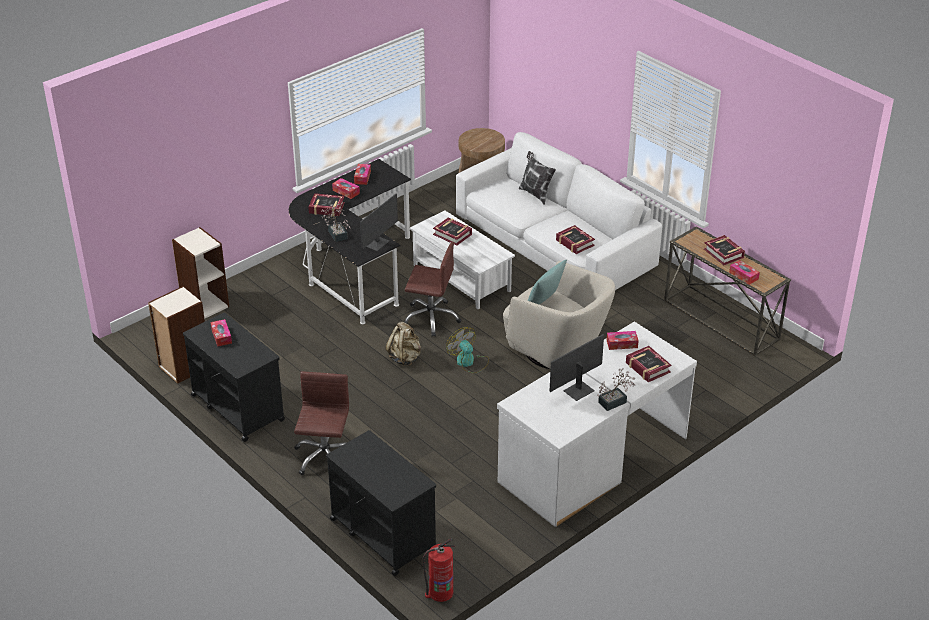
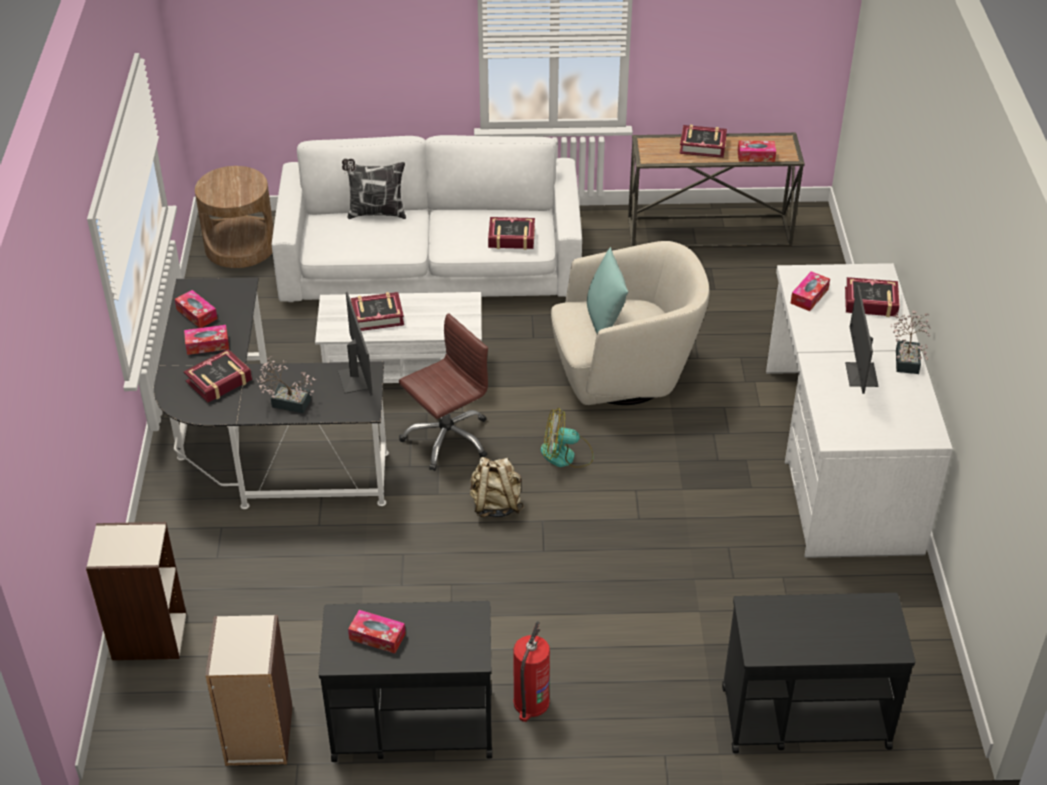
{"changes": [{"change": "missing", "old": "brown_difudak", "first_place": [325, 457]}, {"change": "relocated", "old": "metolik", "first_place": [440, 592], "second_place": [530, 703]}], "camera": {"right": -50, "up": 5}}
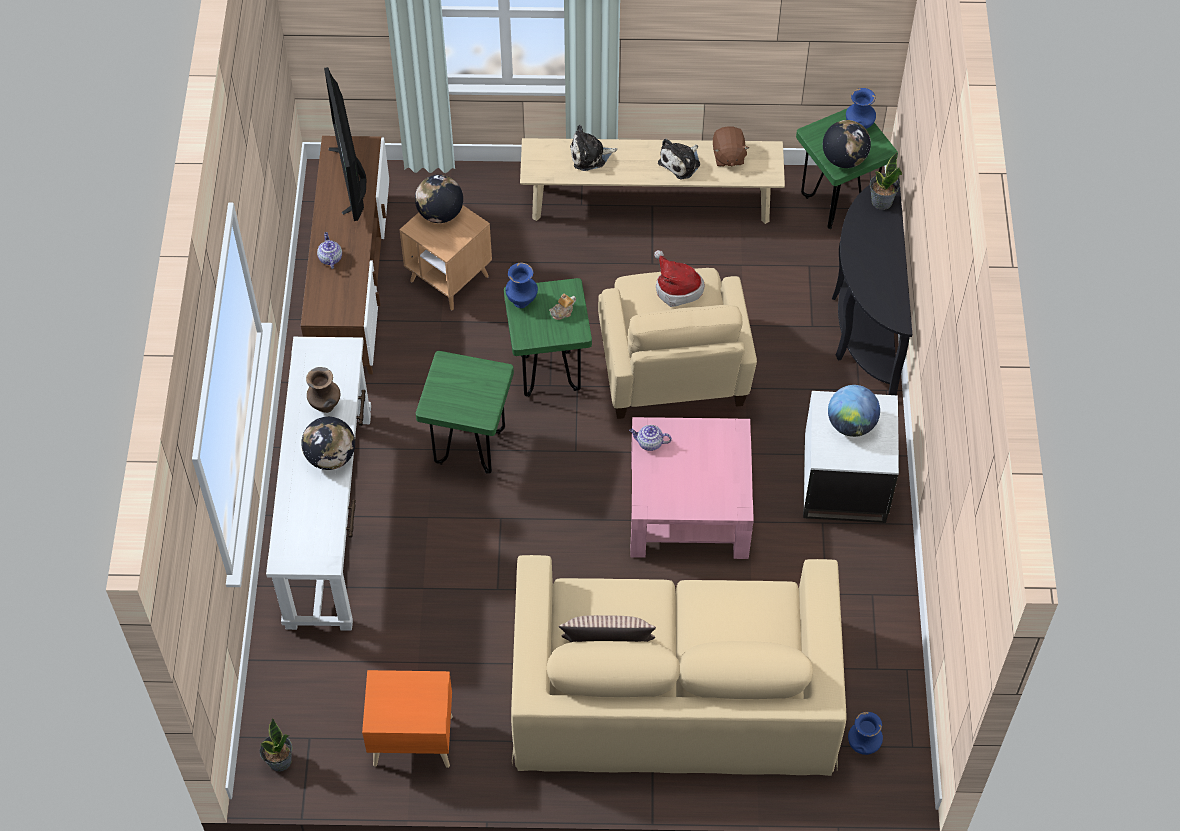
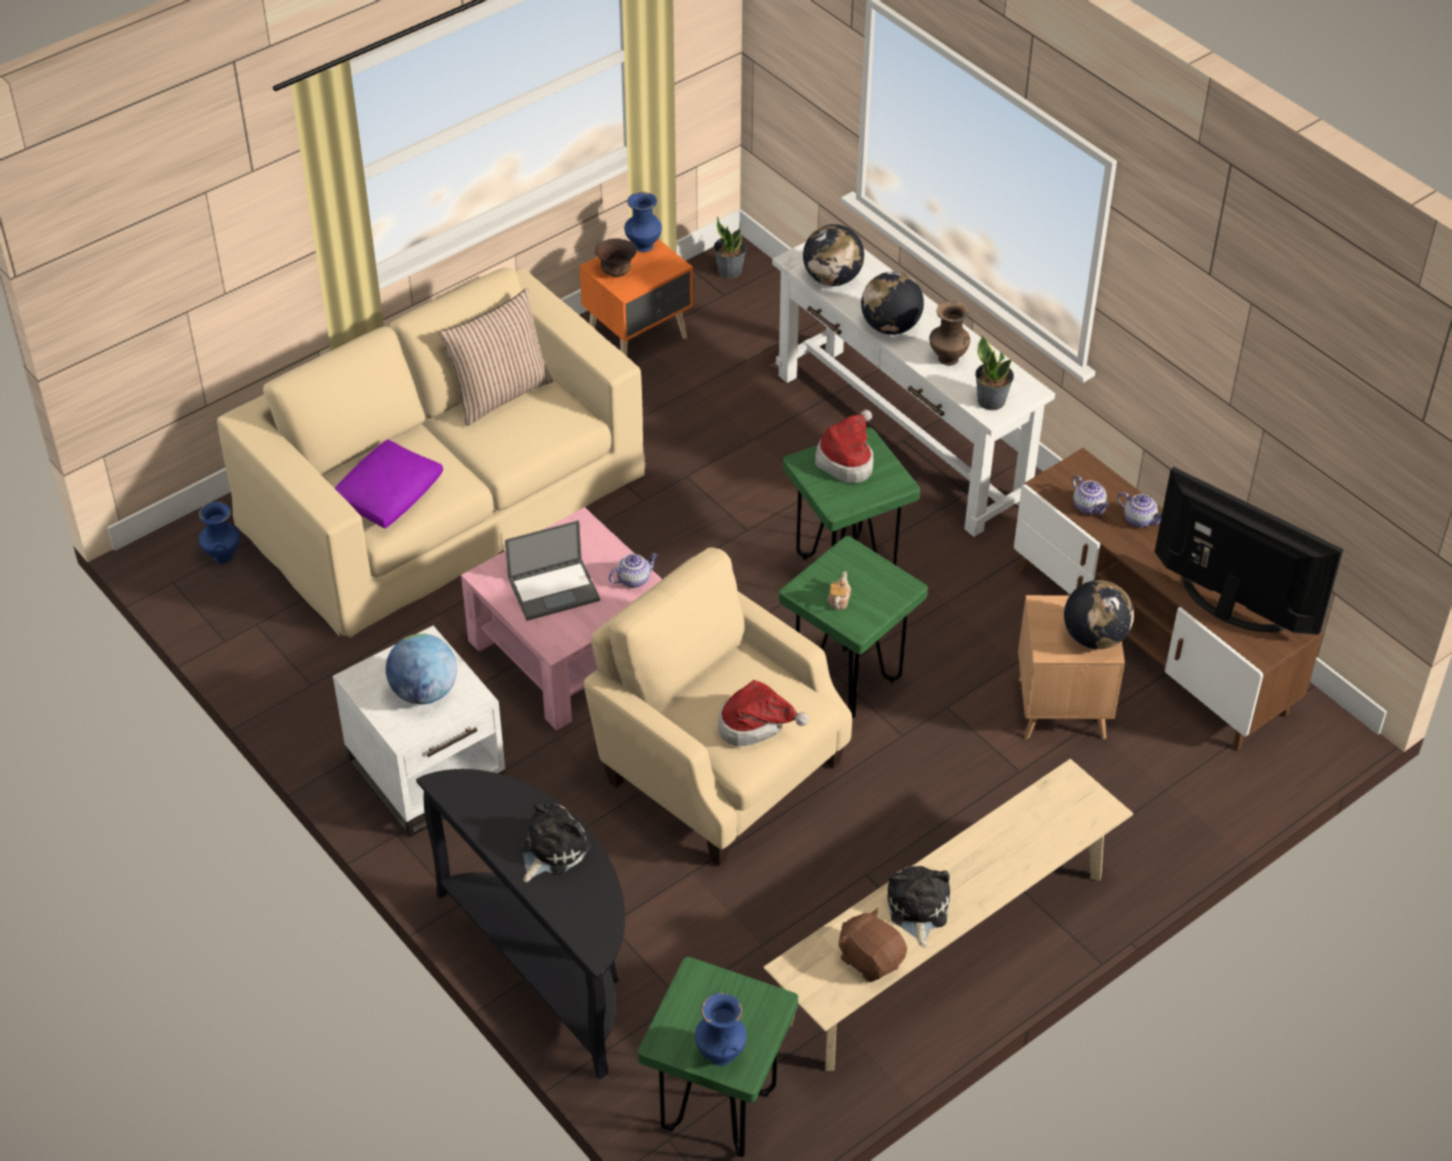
{"changes": [{"change": "relocated", "old": "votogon", "first_place": [844, 159], "second_place": [832, 279]}, {"change": "relocated", "old": "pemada", "first_place": [590, 156], "second_place": [551, 850]}, {"change": "relocated", "old": "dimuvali", "first_place": [881, 201], "second_place": [991, 400]}, {"change": "relocated", "old": "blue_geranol", "first_place": [522, 301], "second_place": [643, 246]}, {"change": "appeared", "new": "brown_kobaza", "second_place": [616, 272]}, {"change": "appeared", "new": "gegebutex", "second_place": [847, 459]}, {"change": "appeared", "new": "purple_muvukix", "second_place": [388, 494]}, {"change": "appeared", "new": "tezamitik", "second_place": [1089, 507]}, {"change": "appeared", "new": "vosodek", "second_place": [555, 589]}], "camera": {"right": 140, "up": -10}}
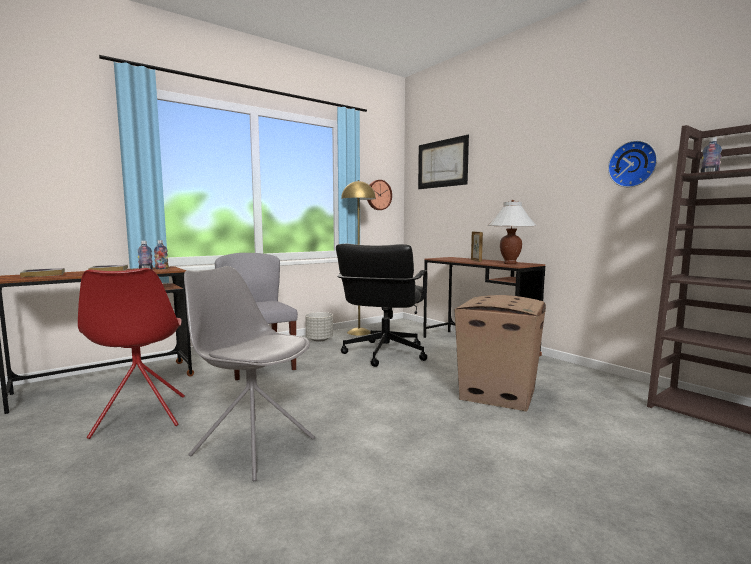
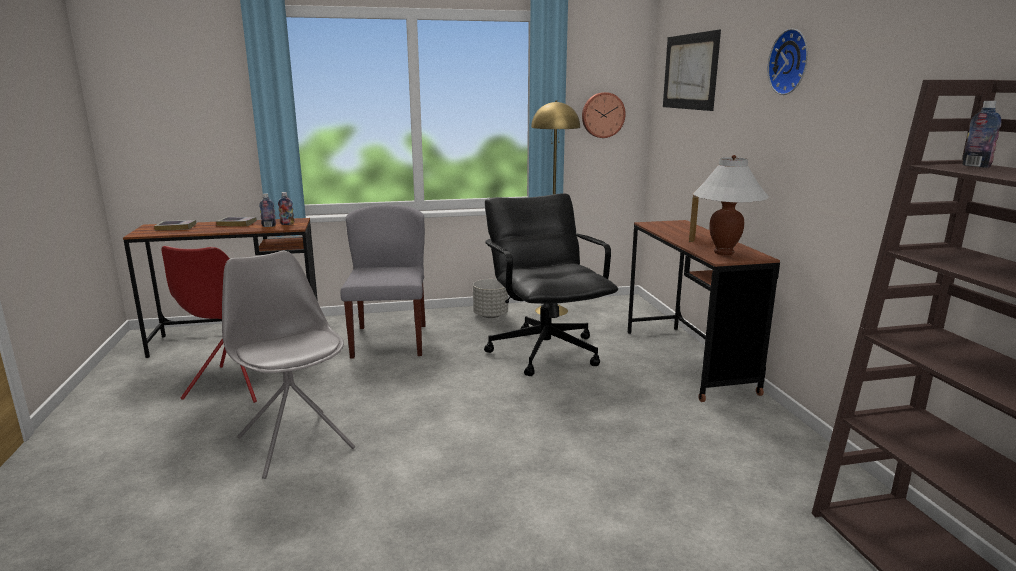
{"changes": [{"change": "relocated", "old": "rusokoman", "first_place": [633, 164], "second_place": [791, 62]}, {"change": "spun", "old": "black_difudak", "first_place": [384, 354], "second_place": [545, 351], "degrees": 120}, {"change": "missing", "old": "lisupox", "first_place": [498, 393]}], "camera": {"right": 25, "up": 10}}
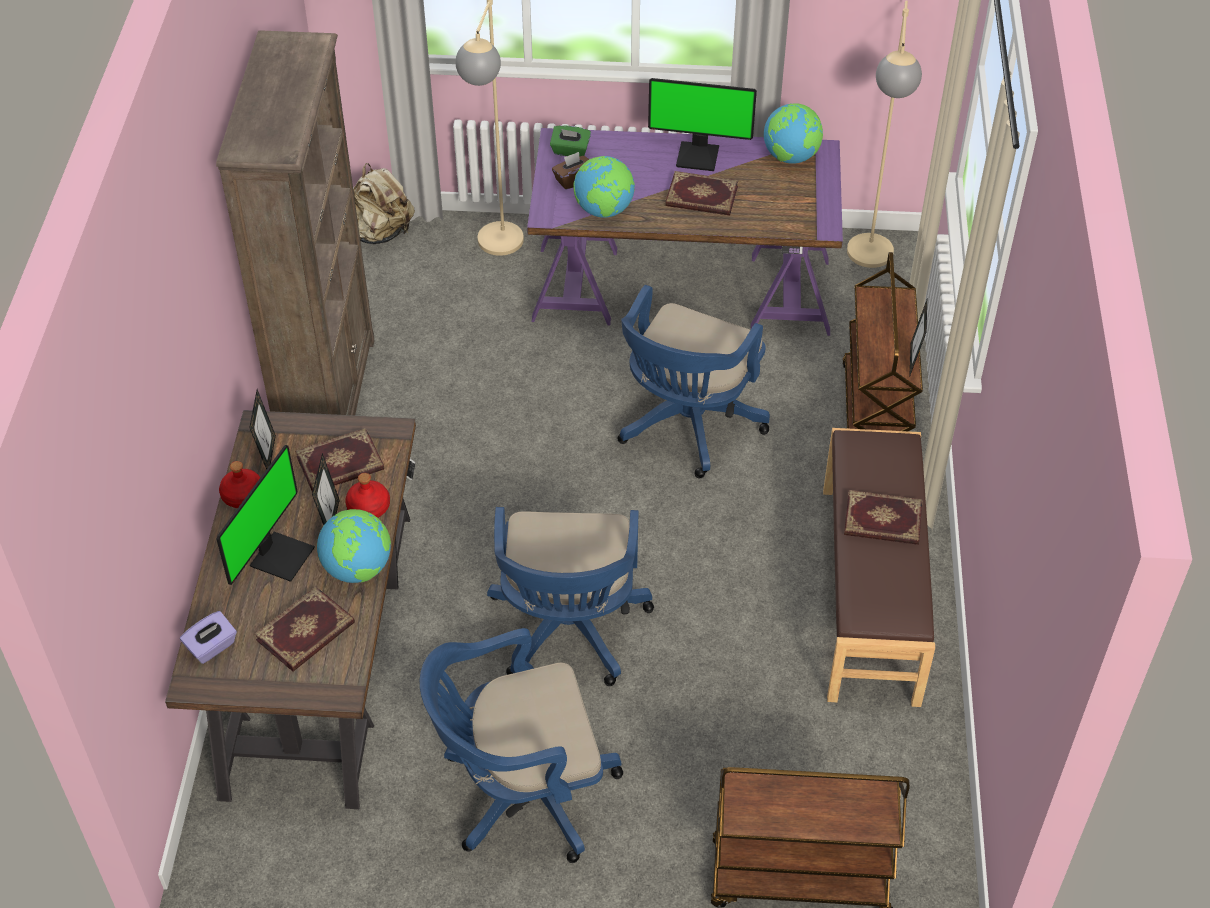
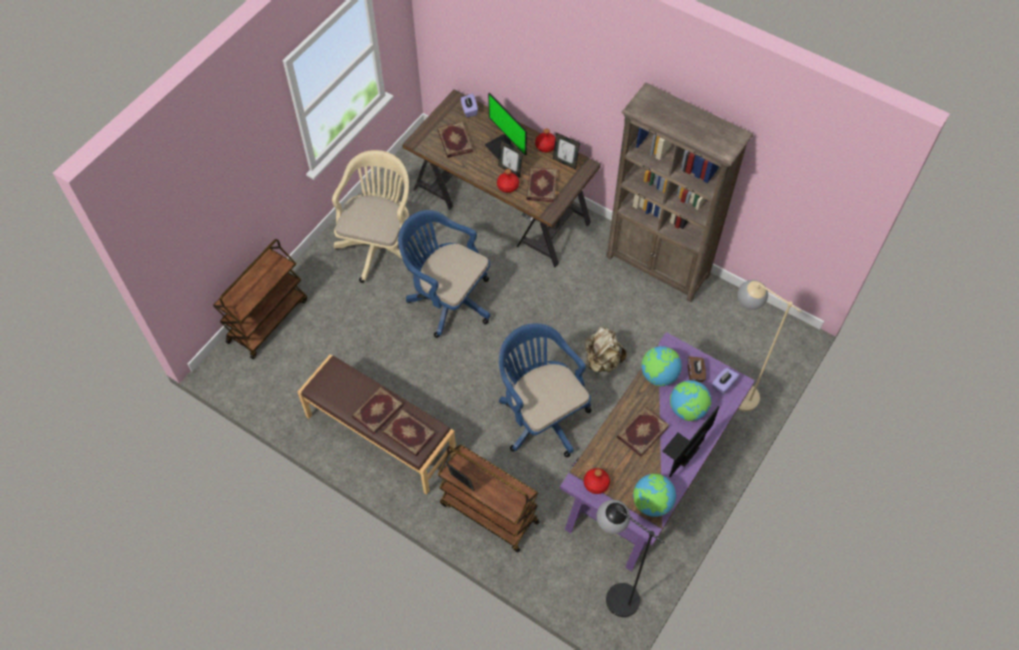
{"changes": [{"change": "colour", "old": "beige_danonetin", "new": "black_danonetin", "first_place": [869, 263], "second_place": [612, 593]}, {"change": "colour", "old": "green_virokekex", "new": "purple_virokekex", "first_place": [570, 151], "second_place": [723, 384]}, {"change": "relocated", "old": "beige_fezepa", "first_place": [380, 233], "second_place": [602, 360]}, {"change": "relocated", "old": "votogon", "first_place": [358, 568], "second_place": [687, 410]}, {"change": "colour", "old": "blue_difudak", "new": "beige_difudak", "first_place": [521, 793], "second_place": [380, 245]}, {"change": "appeared", "new": "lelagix", "second_place": [408, 434]}, {"change": "appeared", "new": "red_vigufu", "second_place": [596, 484]}], "camera": {"right": 120, "up": 10}}
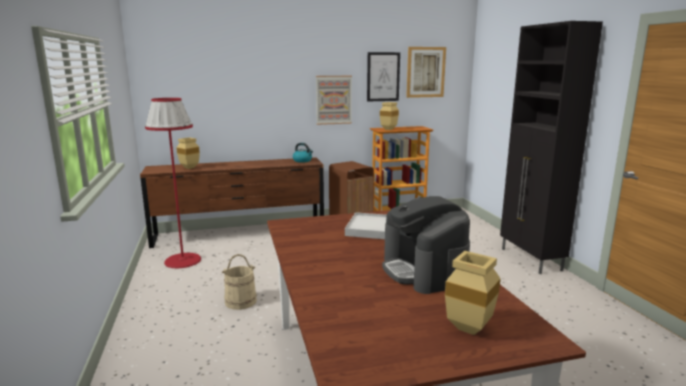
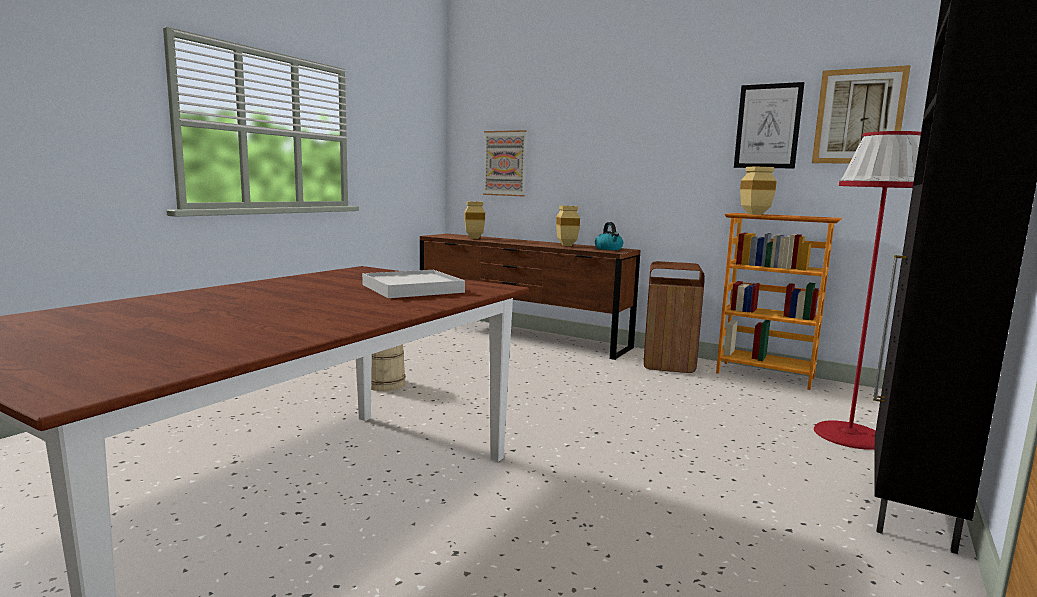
{"changes": [{"change": "relocated", "old": "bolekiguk", "first_place": [333, 100], "second_place": [505, 163]}, {"change": "relocated", "old": "red_danonetin", "first_place": [182, 260], "second_place": [848, 435]}, {"change": "missing", "old": "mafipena", "first_place": [424, 271]}, {"change": "relocated", "old": "beige_geranol", "first_place": [466, 329], "second_place": [565, 245]}], "camera": {"right": 45, "up": -5}}
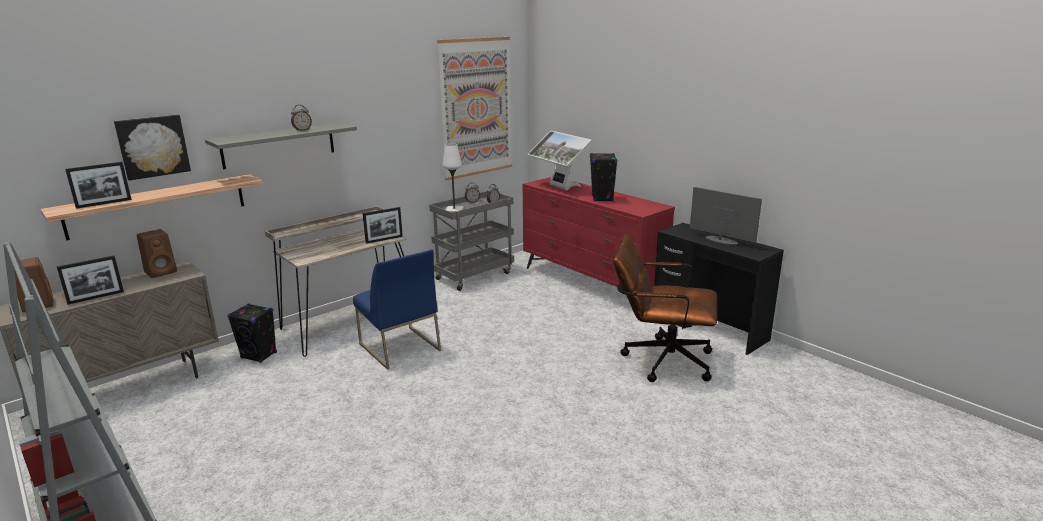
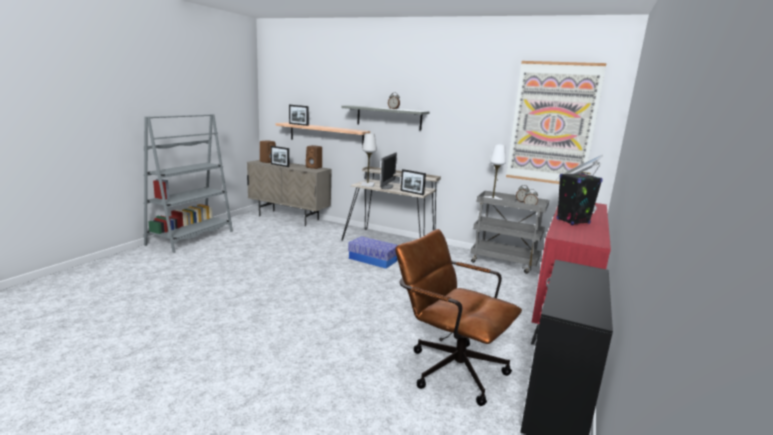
{"changes": [{"change": "missing", "old": "bolekiguk", "first_place": [153, 146]}, {"change": "relocated", "old": "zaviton", "first_place": [721, 241], "second_place": [387, 187]}, {"change": "spun", "old": "brown_difudak", "first_place": [660, 360], "second_place": [449, 367], "degrees": -45}, {"change": "exchanged", "old": "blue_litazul", "new": "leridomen", "first_place": [398, 347], "second_place": [372, 260]}, {"change": "missing", "old": "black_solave", "first_place": [259, 355]}, {"change": "appeared", "new": "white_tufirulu", "second_place": [367, 185]}], "camera": {"right": 65, "up": -5}}
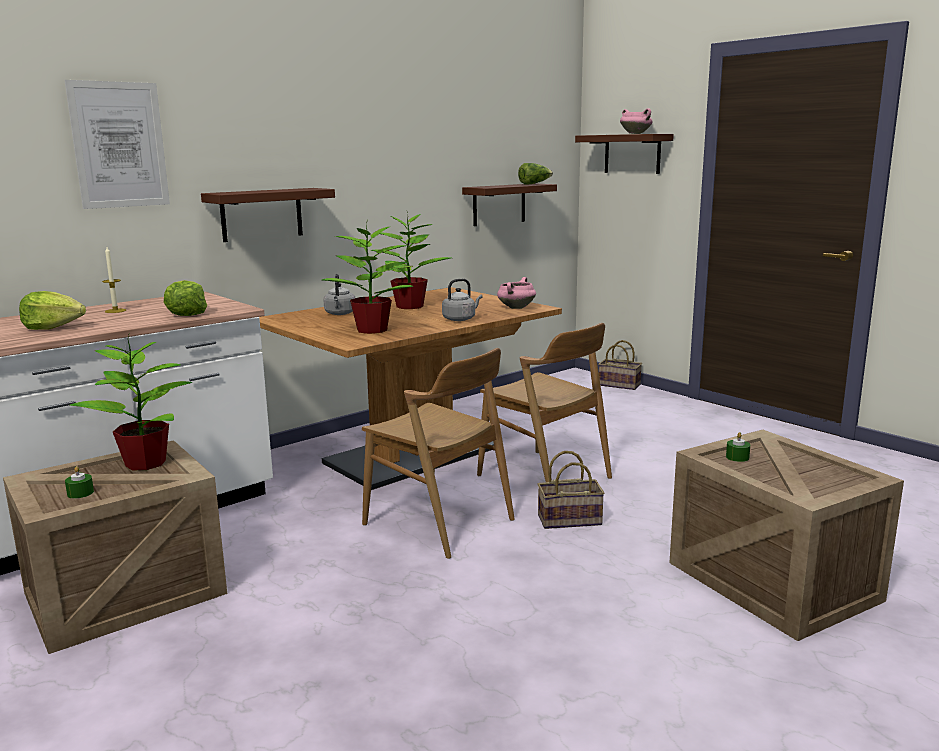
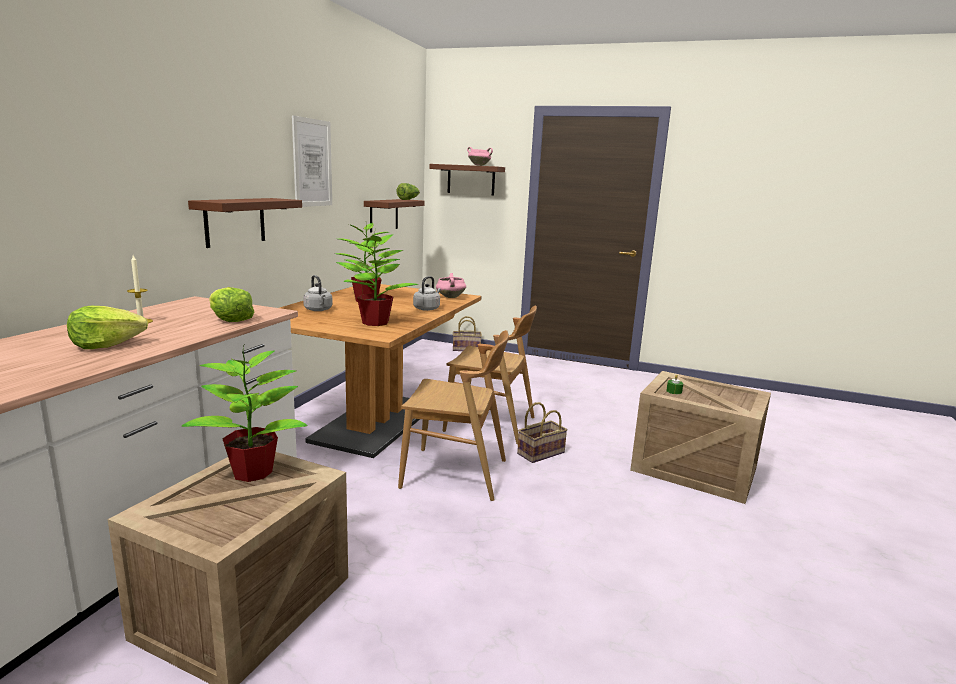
{"changes": [{"change": "relocated", "old": "bolekiguk", "first_place": [119, 145], "second_place": [312, 163]}, {"change": "missing", "old": "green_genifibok", "first_place": [80, 493]}], "camera": {"right": -30, "up": 0}}
